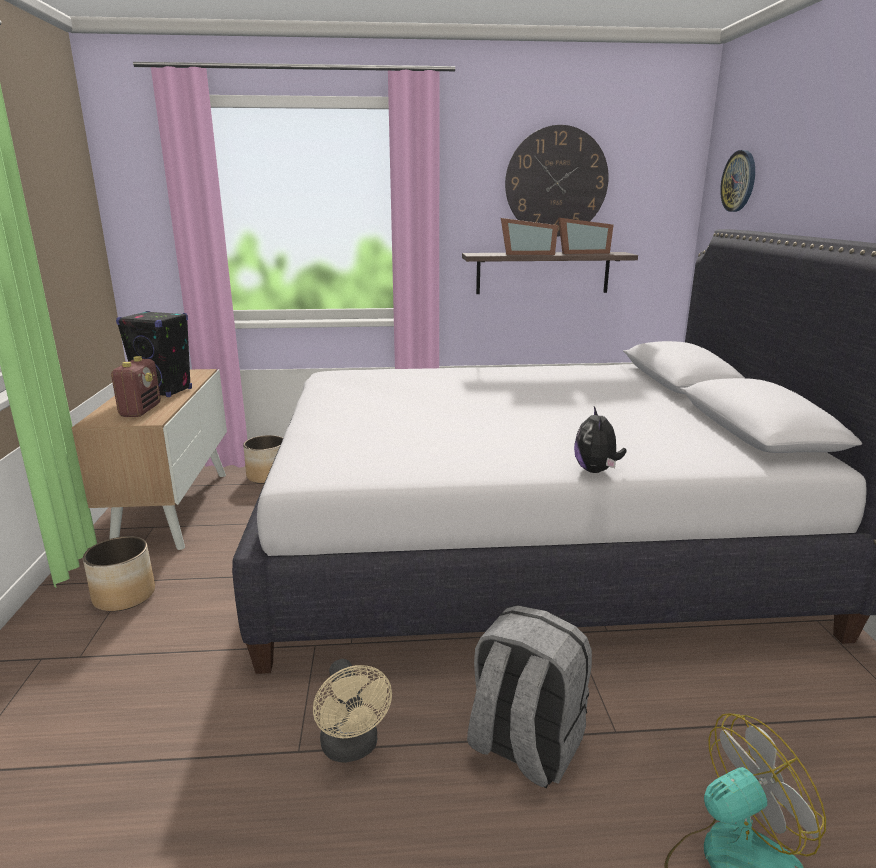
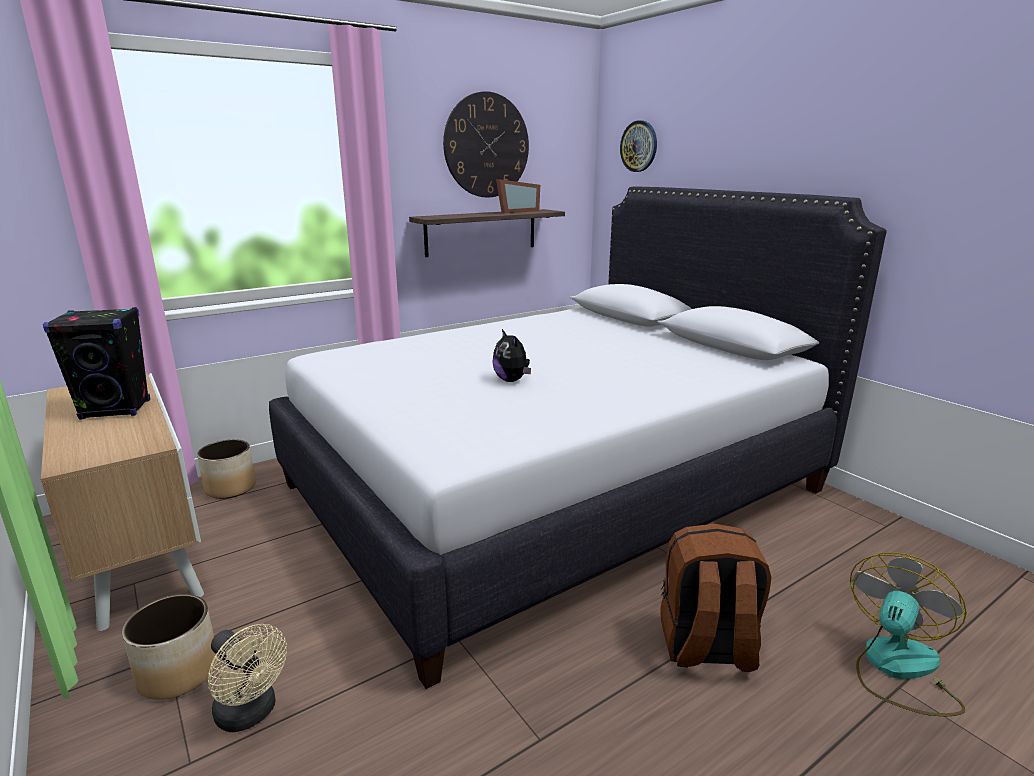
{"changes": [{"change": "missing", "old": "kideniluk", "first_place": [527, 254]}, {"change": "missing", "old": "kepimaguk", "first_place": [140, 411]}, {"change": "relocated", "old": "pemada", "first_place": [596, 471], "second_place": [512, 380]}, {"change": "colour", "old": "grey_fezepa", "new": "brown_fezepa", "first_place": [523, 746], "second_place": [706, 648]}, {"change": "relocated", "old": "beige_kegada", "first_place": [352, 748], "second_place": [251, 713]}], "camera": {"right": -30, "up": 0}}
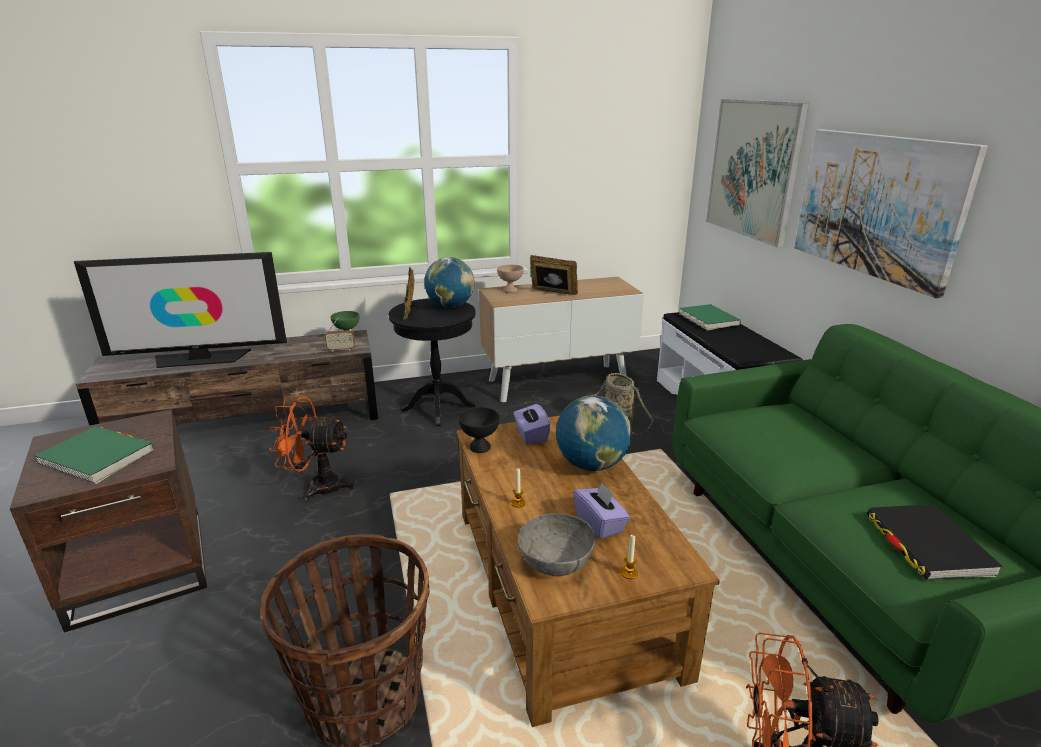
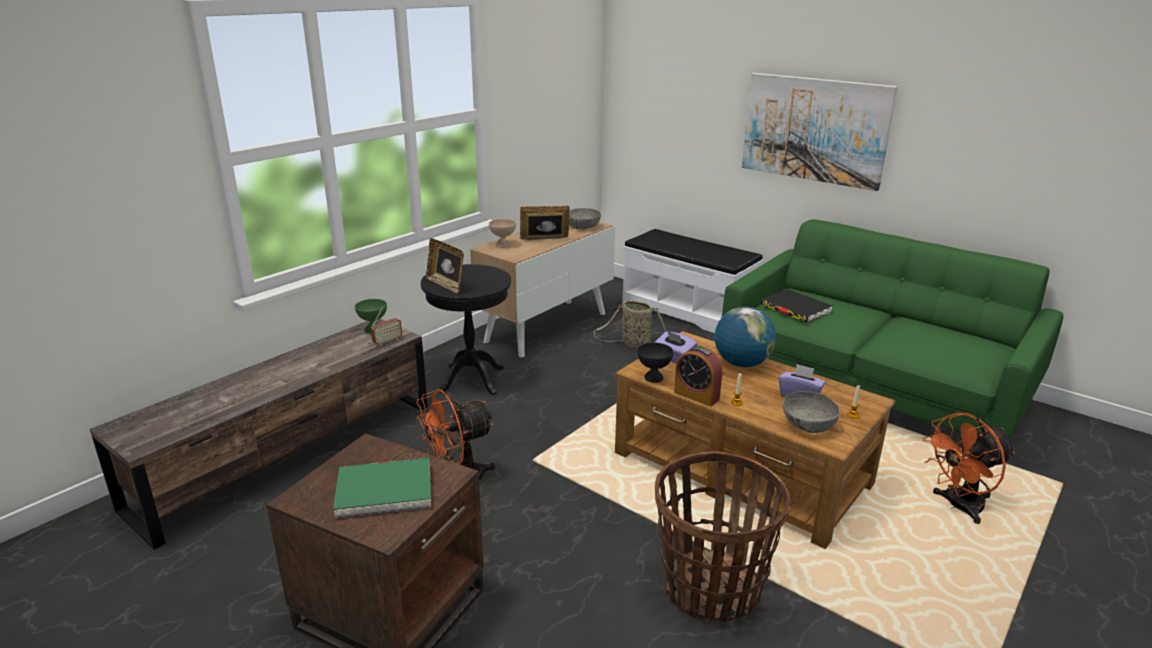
{"changes": [{"change": "missing", "old": "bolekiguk", "first_place": [753, 169]}, {"change": "missing", "old": "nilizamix", "first_place": [200, 359]}, {"change": "missing", "old": "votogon", "first_place": [450, 306]}, {"change": "missing", "old": "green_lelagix", "first_place": [708, 320]}, {"change": "relocated", "old": "black_lelagix", "first_place": [927, 545], "second_place": [795, 309]}, {"change": "appeared", "new": "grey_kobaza", "second_place": [582, 226]}, {"change": "appeared", "new": "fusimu", "second_place": [696, 395]}], "camera": {"right": -35, "up": 0}}
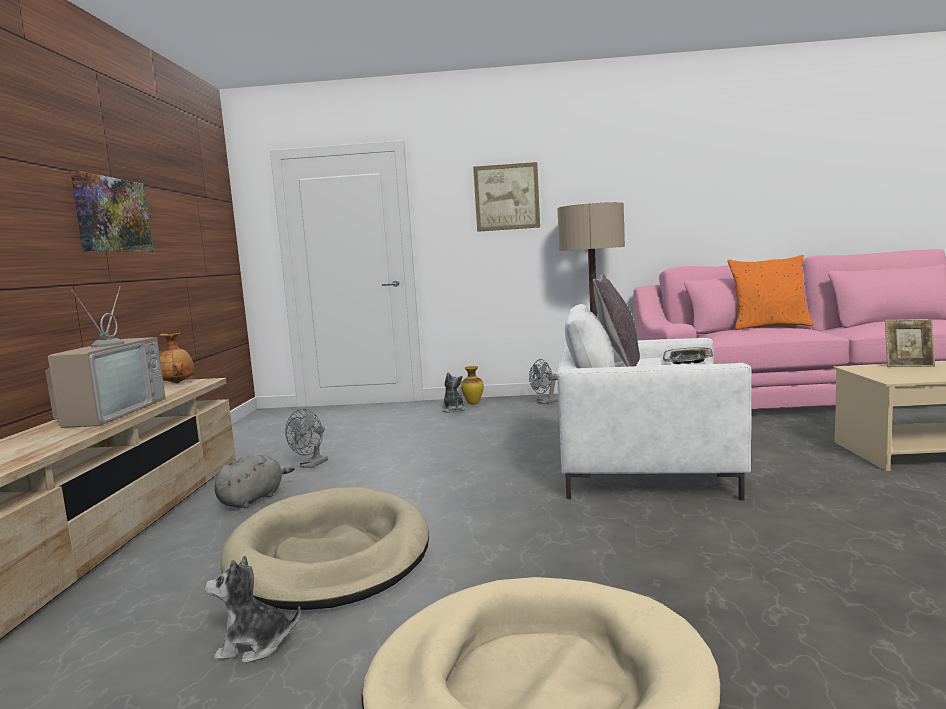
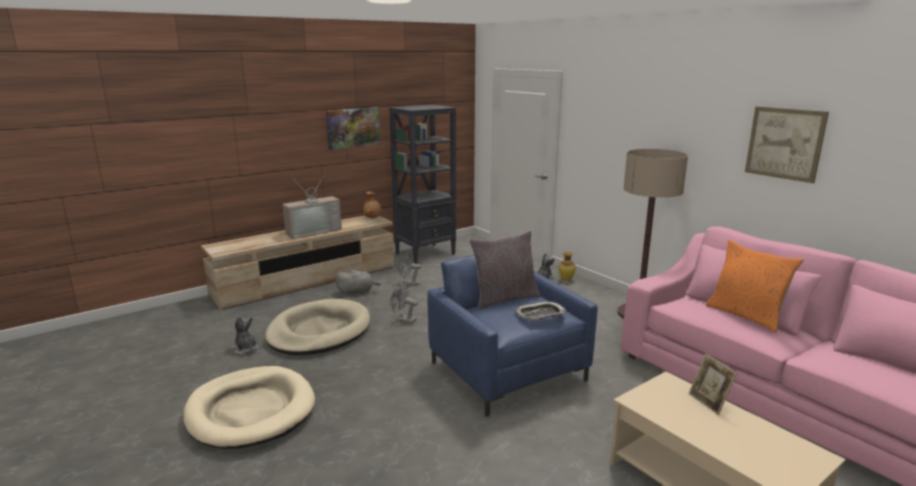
{"changes": [{"change": "relocated", "old": "bolekiguk", "first_place": [506, 197], "second_place": [784, 143]}, {"change": "colour", "old": "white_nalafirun", "new": "blue_nalafirun", "first_place": [644, 467], "second_place": [508, 371]}, {"change": "relocated", "old": "grey_kegada", "first_place": [545, 402], "second_place": [403, 320]}, {"change": "appeared", "new": "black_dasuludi", "second_place": [426, 253]}], "camera": {"right": 50, "up": 10}}
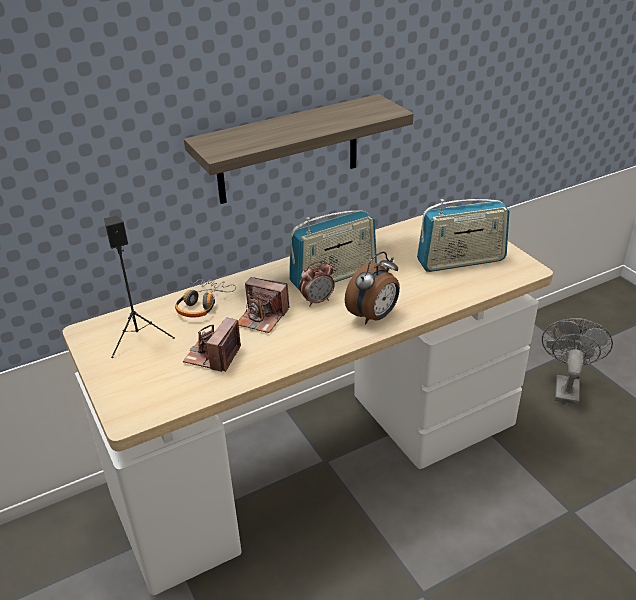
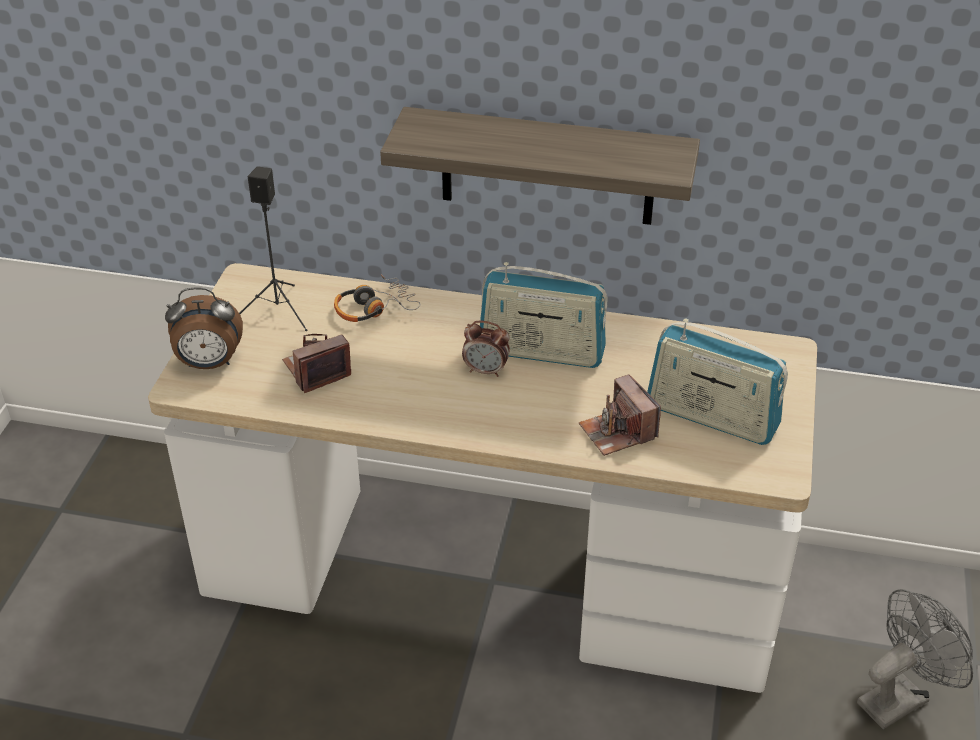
{"changes": [{"change": "relocated", "old": "fusimu", "first_place": [374, 316], "second_place": [209, 364]}, {"change": "relocated", "old": "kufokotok", "first_place": [262, 317], "second_place": [617, 432]}], "camera": {"right": 40, "up": 5}}
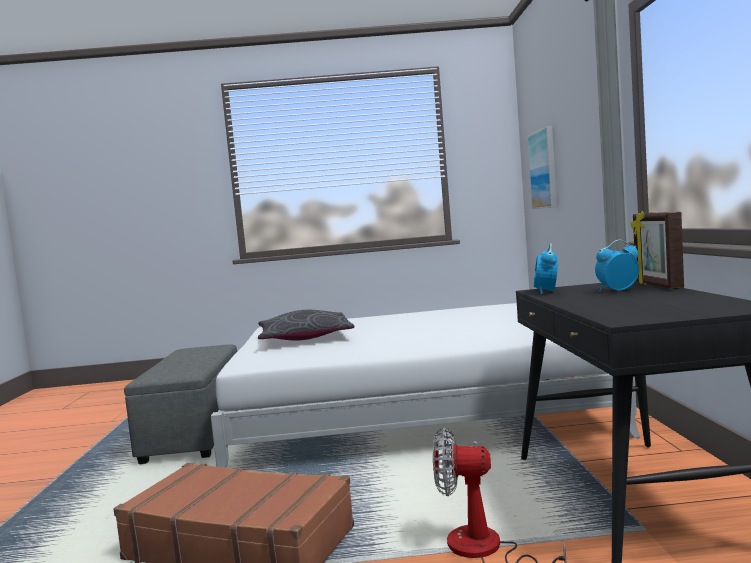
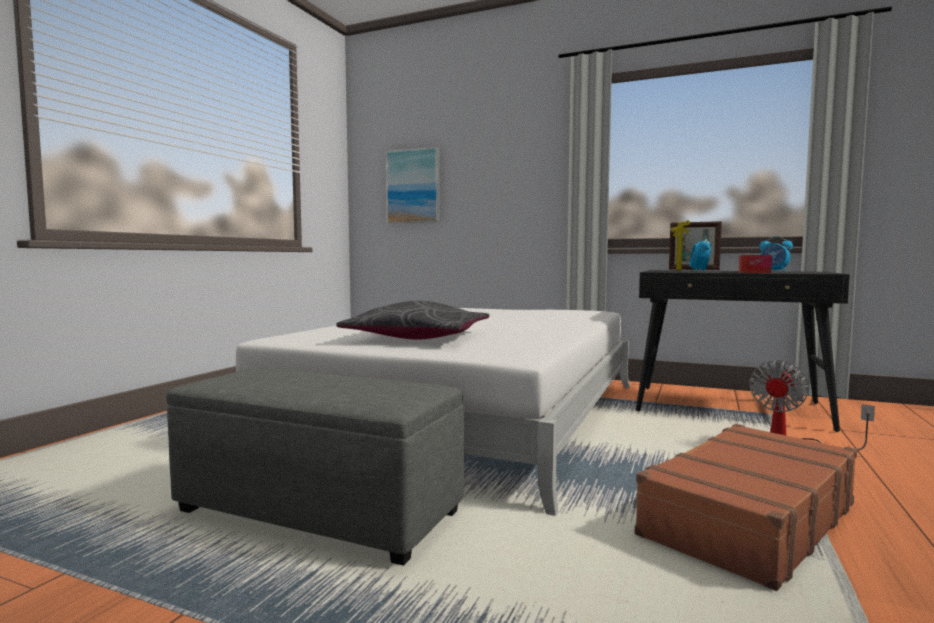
{"changes": [{"change": "relocated", "old": "fusimu", "first_place": [547, 292], "second_place": [774, 271]}, {"change": "appeared", "new": "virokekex", "second_place": [754, 272]}], "camera": {"right": -65, "up": 0}}
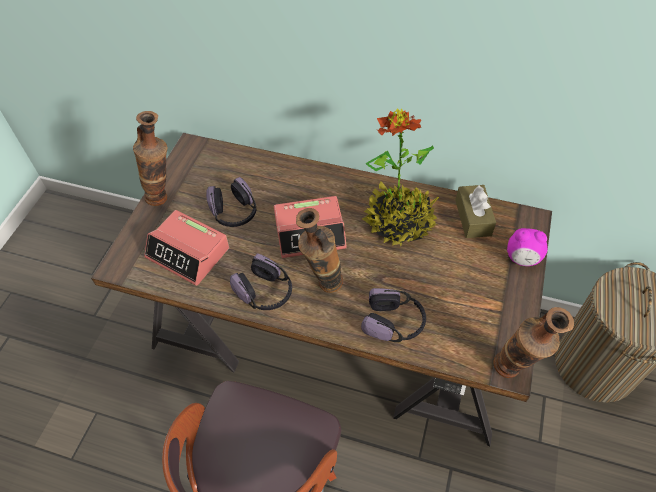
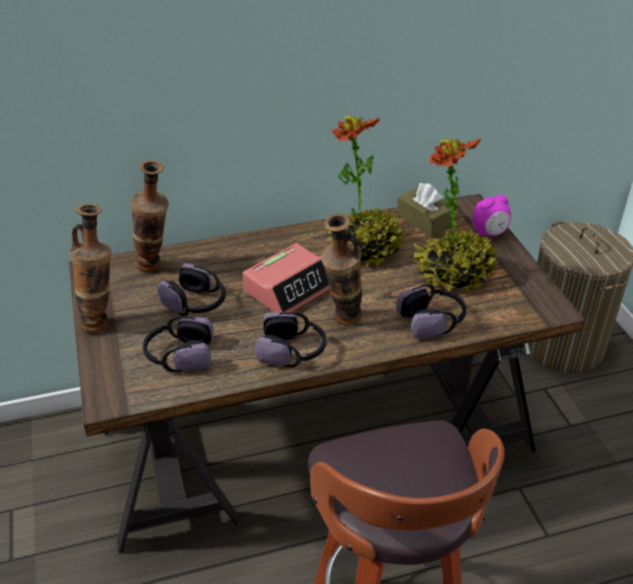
{"changes": [{"change": "exchanged", "old": "fusimu", "new": "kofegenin", "first_place": [188, 253], "second_place": [179, 355]}, {"change": "relocated", "old": "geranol", "first_place": [513, 373], "second_place": [156, 267]}, {"change": "appeared", "new": "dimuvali", "second_place": [453, 273]}], "camera": {"right": -35, "up": -15}}
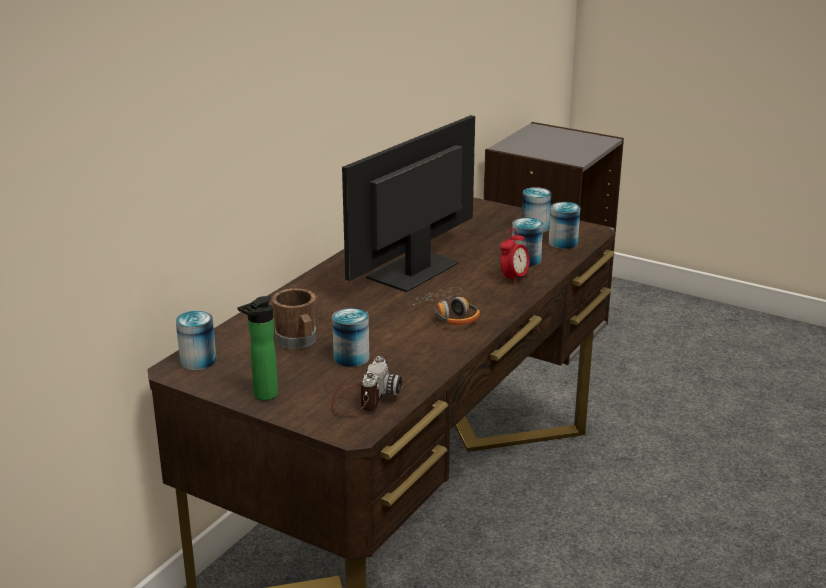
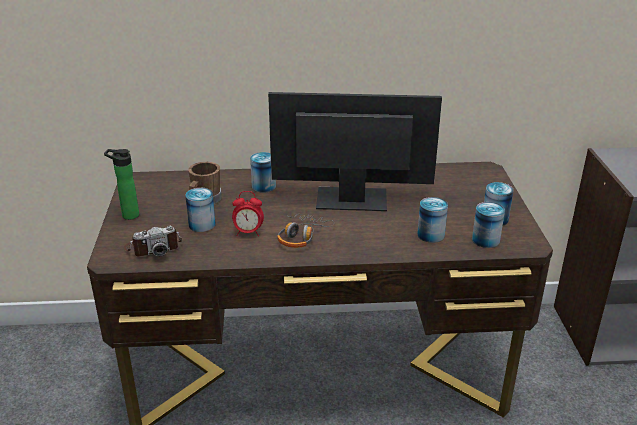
{"changes": [{"change": "relocated", "old": "fusimu", "first_place": [514, 278], "second_place": [248, 232]}, {"change": "relocated", "old": "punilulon", "first_place": [198, 361], "second_place": [263, 186]}], "camera": {"right": 55, "up": 5}}
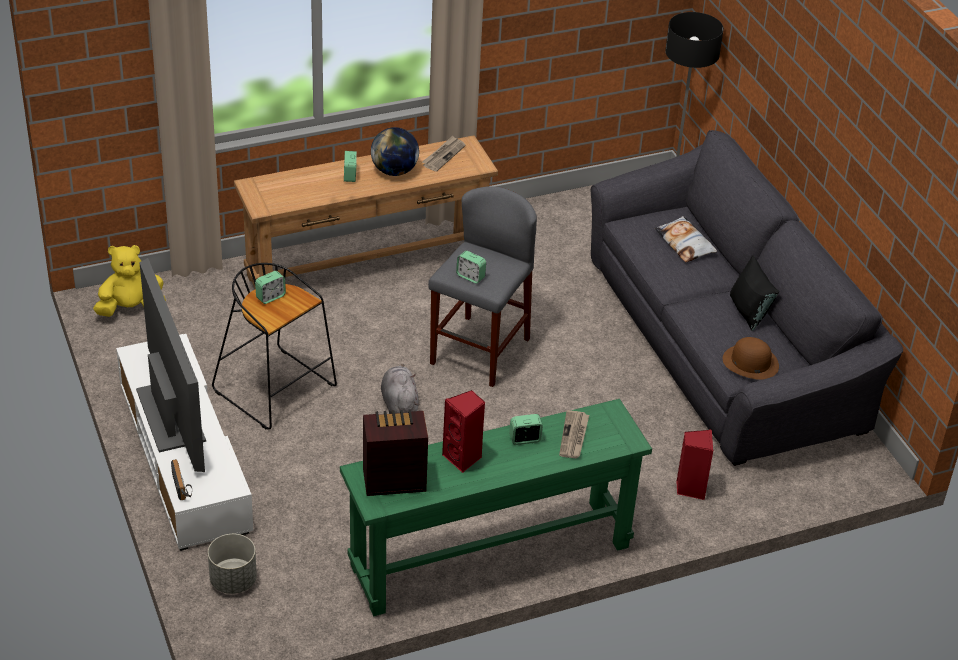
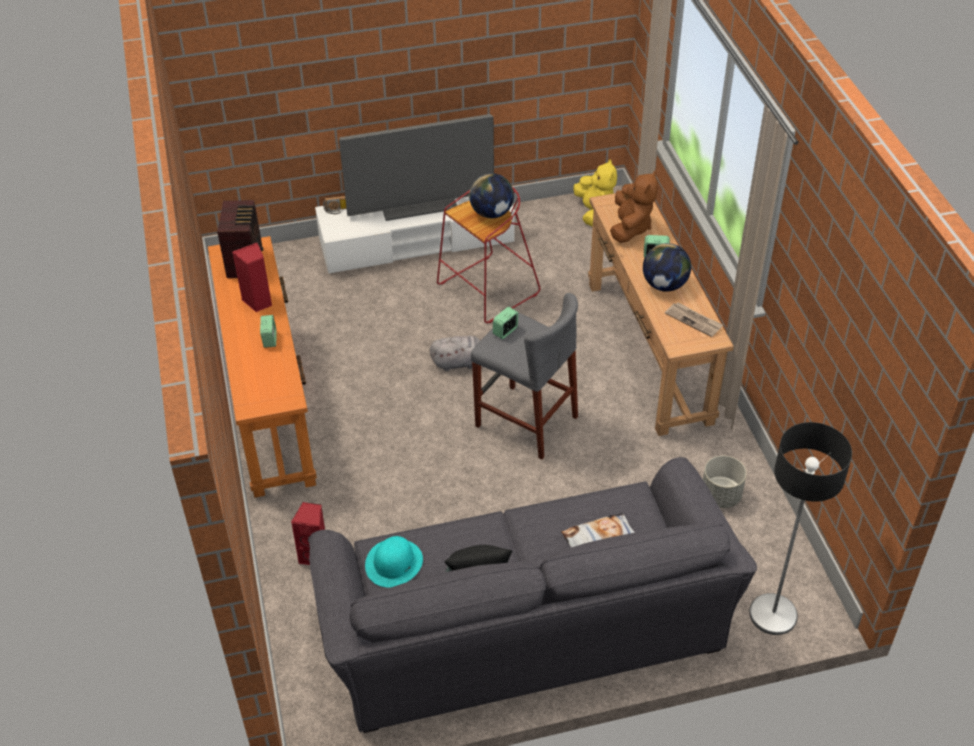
{"changes": [{"change": "colour", "old": "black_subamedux", "new": "red_subamedux", "first_place": [277, 389], "second_place": [487, 291]}, {"change": "exchanged", "old": "fusimu", "new": "votogon", "first_place": [270, 297], "second_place": [491, 213]}, {"change": "colour", "old": "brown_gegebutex", "new": "turquoise_gegebutex", "first_place": [750, 362], "second_place": [394, 562]}, {"change": "colour", "old": "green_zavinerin", "new": "orange_zavinerin", "first_place": [490, 555], "second_place": [269, 405]}, {"change": "missing", "old": "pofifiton", "first_place": [574, 436]}, {"change": "relocated", "old": "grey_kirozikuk", "first_place": [233, 580], "second_place": [721, 496]}, {"change": "appeared", "new": "brown_pemada", "second_place": [630, 227]}], "camera": {"right": 100, "up": 5}}
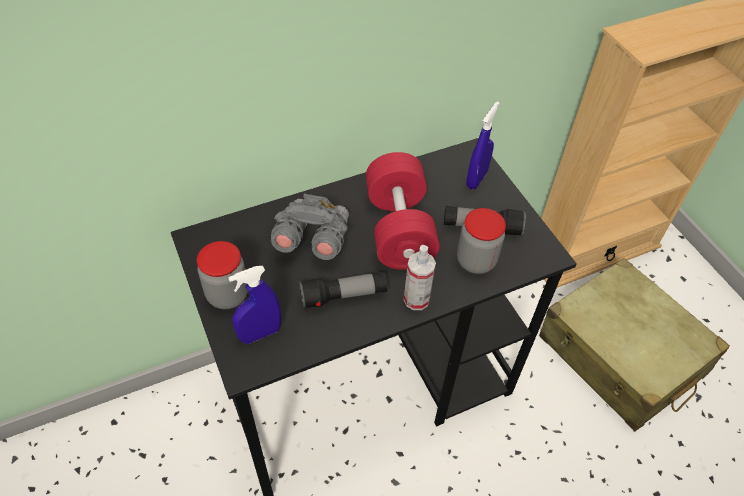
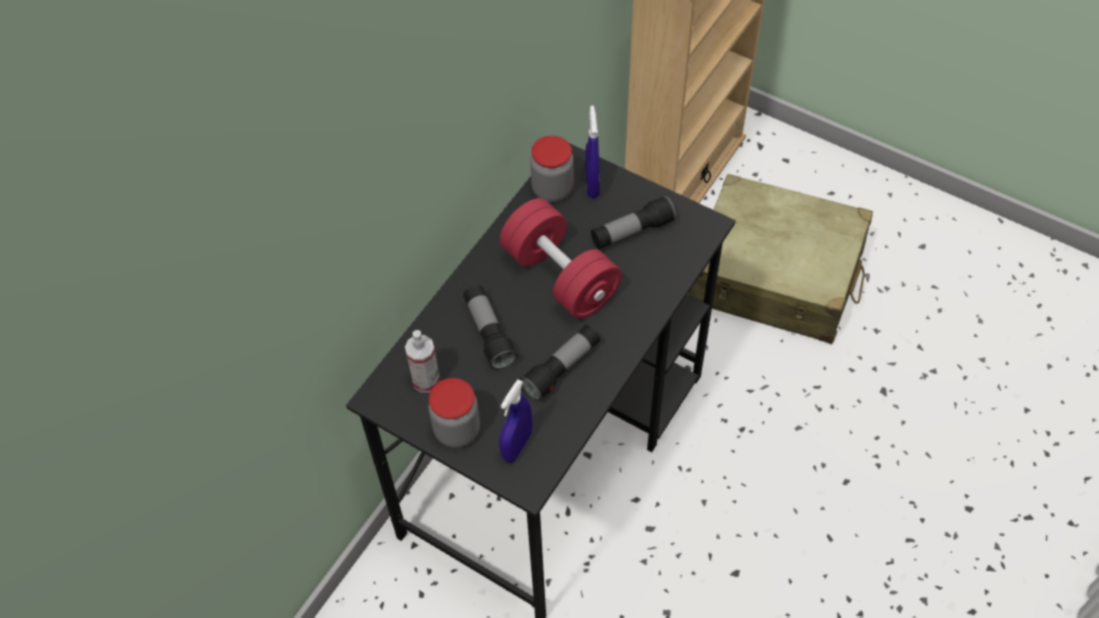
{"changes": [{"change": "exchanged", "old": "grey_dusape", "new": "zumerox", "first_place": [312, 240], "second_place": [489, 333]}, {"change": "relocated", "old": "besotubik", "first_place": [476, 261], "second_place": [552, 189]}, {"change": "relocated", "old": "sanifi", "first_place": [416, 299], "second_place": [426, 380]}], "camera": {"right": -30, "up": 5}}
